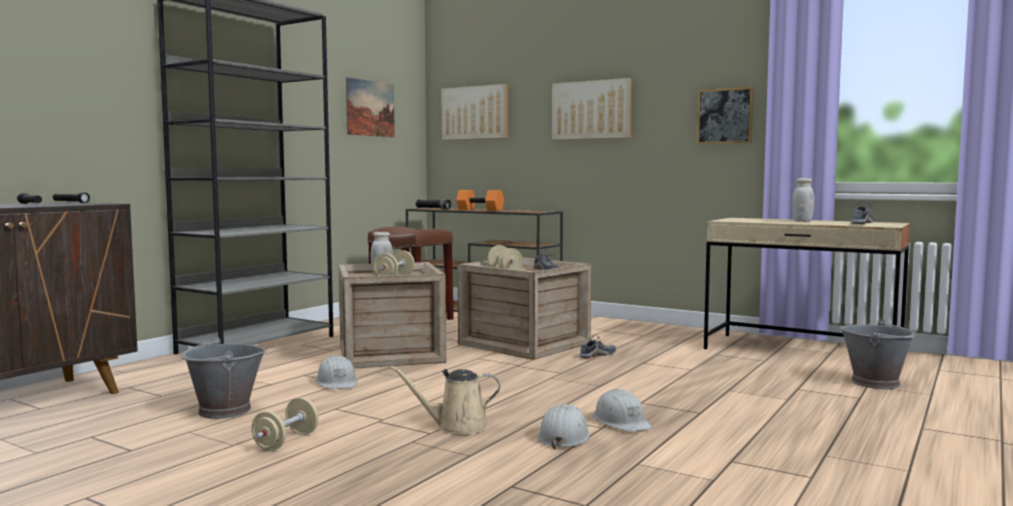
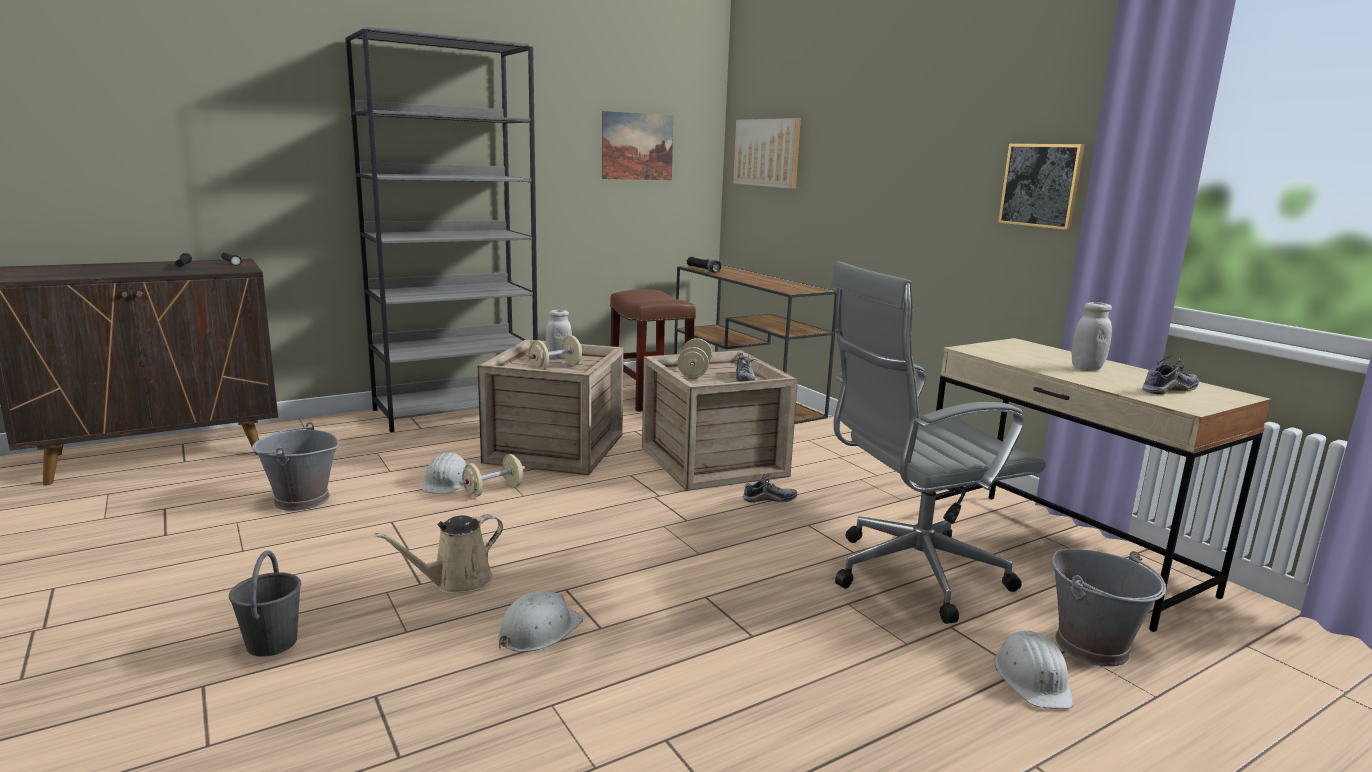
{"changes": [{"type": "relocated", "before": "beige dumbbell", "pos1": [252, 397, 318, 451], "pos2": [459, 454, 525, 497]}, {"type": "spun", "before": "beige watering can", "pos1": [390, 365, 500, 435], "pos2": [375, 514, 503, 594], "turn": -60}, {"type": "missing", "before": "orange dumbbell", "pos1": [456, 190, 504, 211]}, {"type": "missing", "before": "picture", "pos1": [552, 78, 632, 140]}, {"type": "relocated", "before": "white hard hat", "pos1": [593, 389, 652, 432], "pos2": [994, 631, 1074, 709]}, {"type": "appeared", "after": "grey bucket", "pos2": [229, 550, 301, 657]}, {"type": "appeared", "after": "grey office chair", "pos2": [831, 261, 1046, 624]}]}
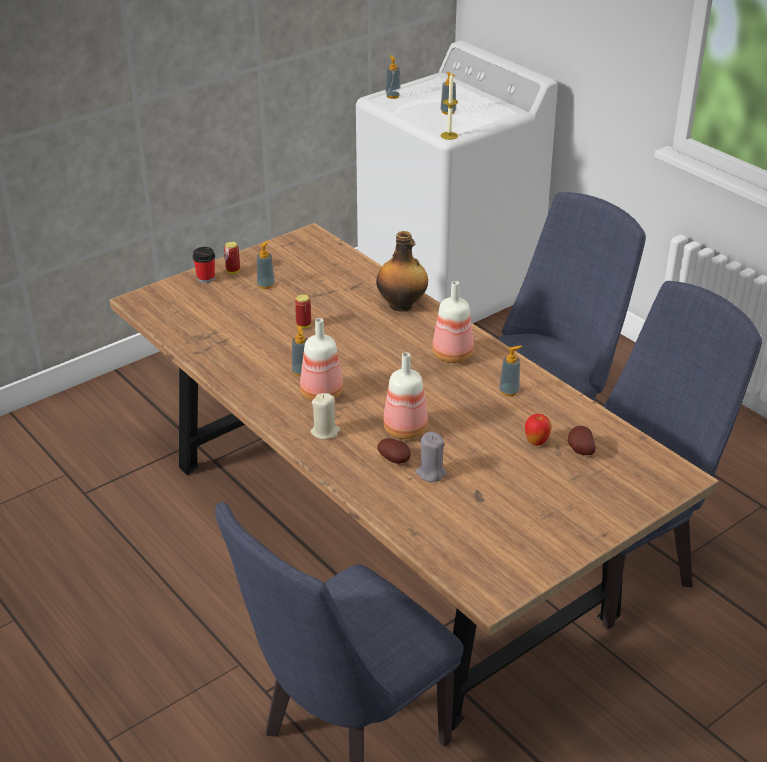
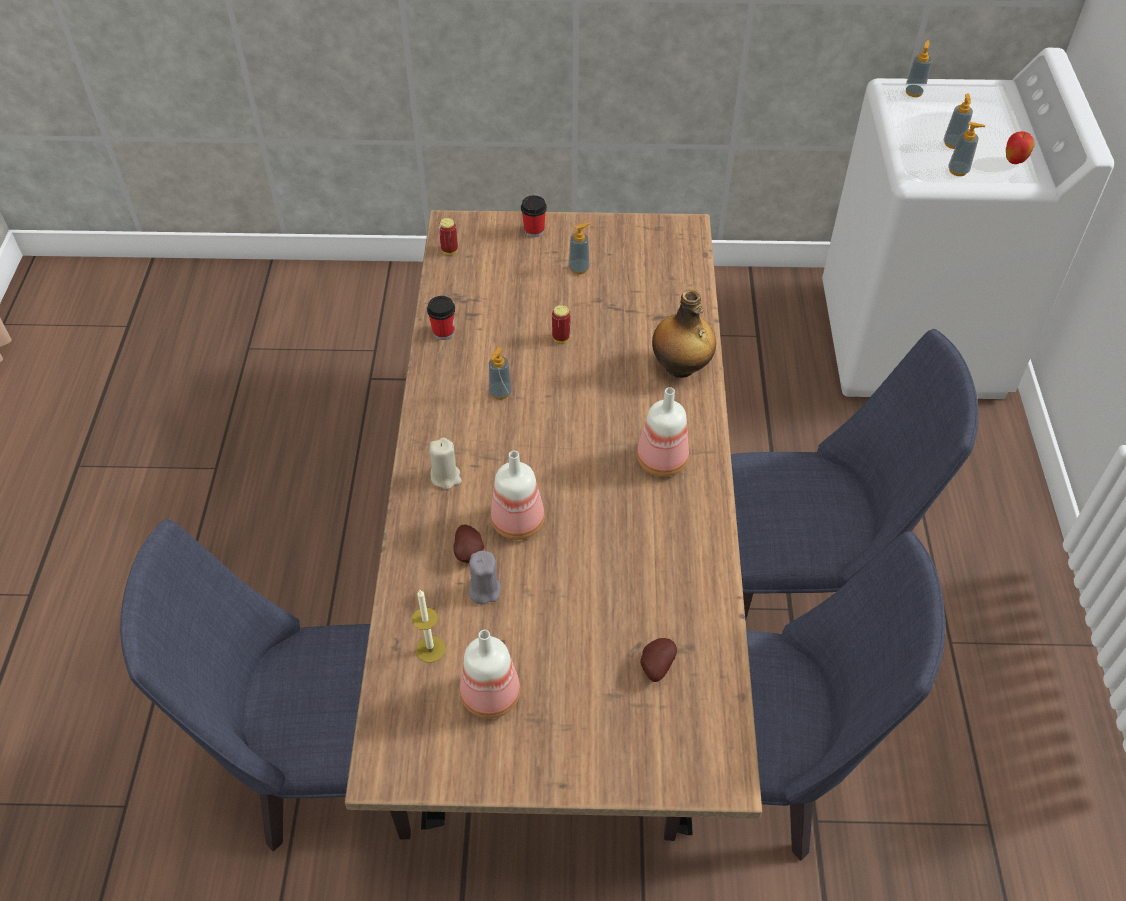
{"changes": [{"type": "relocated", "before": "can", "pos1": [224, 242, 240, 274], "pos2": [439, 218, 458, 254]}, {"type": "relocated", "before": "bottle", "pos1": [300, 318, 343, 401], "pos2": [460, 630, 520, 719]}, {"type": "relocated", "before": "candle", "pos1": [440, 72, 458, 140], "pos2": [412, 590, 446, 663]}, {"type": "relocated", "before": "soap dispenser", "pos1": [499, 346, 522, 397], "pos2": [948, 122, 985, 176]}, {"type": "relocated", "before": "apple", "pos1": [525, 414, 552, 446], "pos2": [1006, 132, 1035, 164]}, {"type": "appeared", "after": "cup", "pos2": [427, 296, 455, 340]}]}
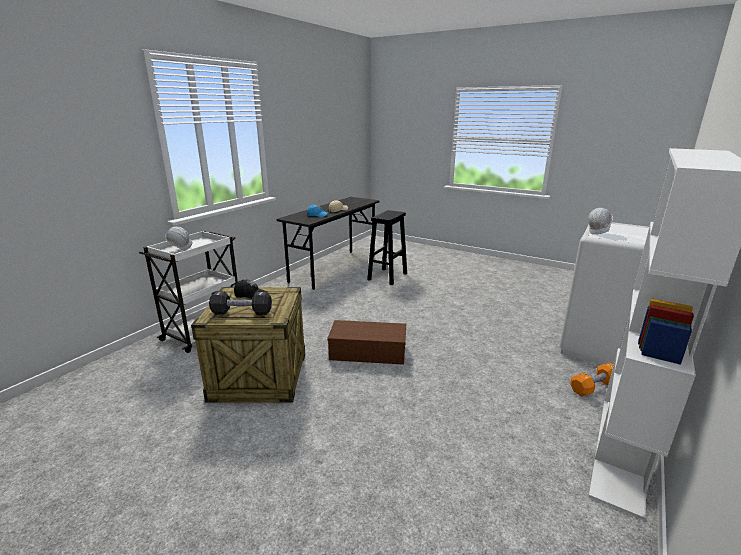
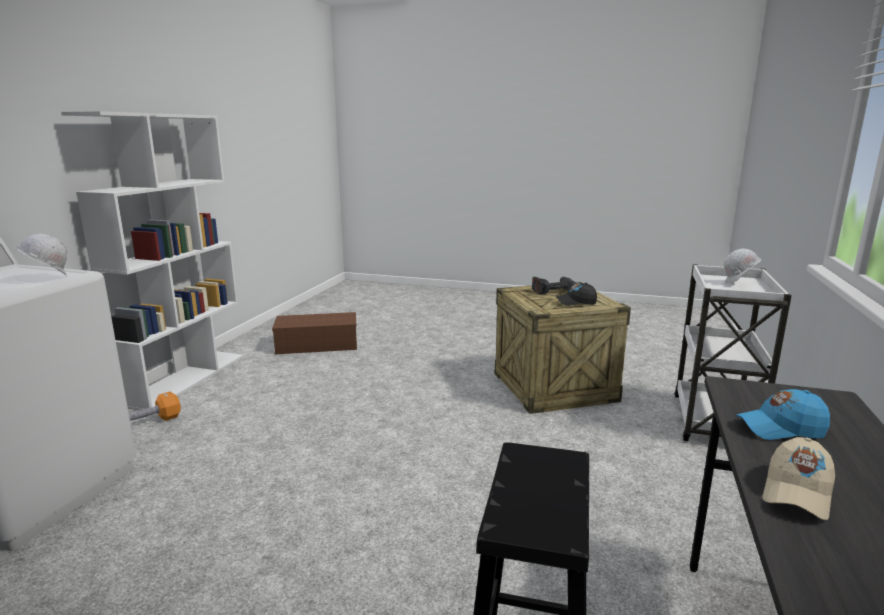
{"changes": [{"type": "exchanged", "before": "black dumbbell", "after": "power drill", "pos1": [209, 291, 272, 315], "pos2": [532, 277, 577, 295]}, {"type": "relocated", "before": "brown storage box", "pos1": [327, 320, 406, 365], "pos2": [272, 312, 357, 354]}]}
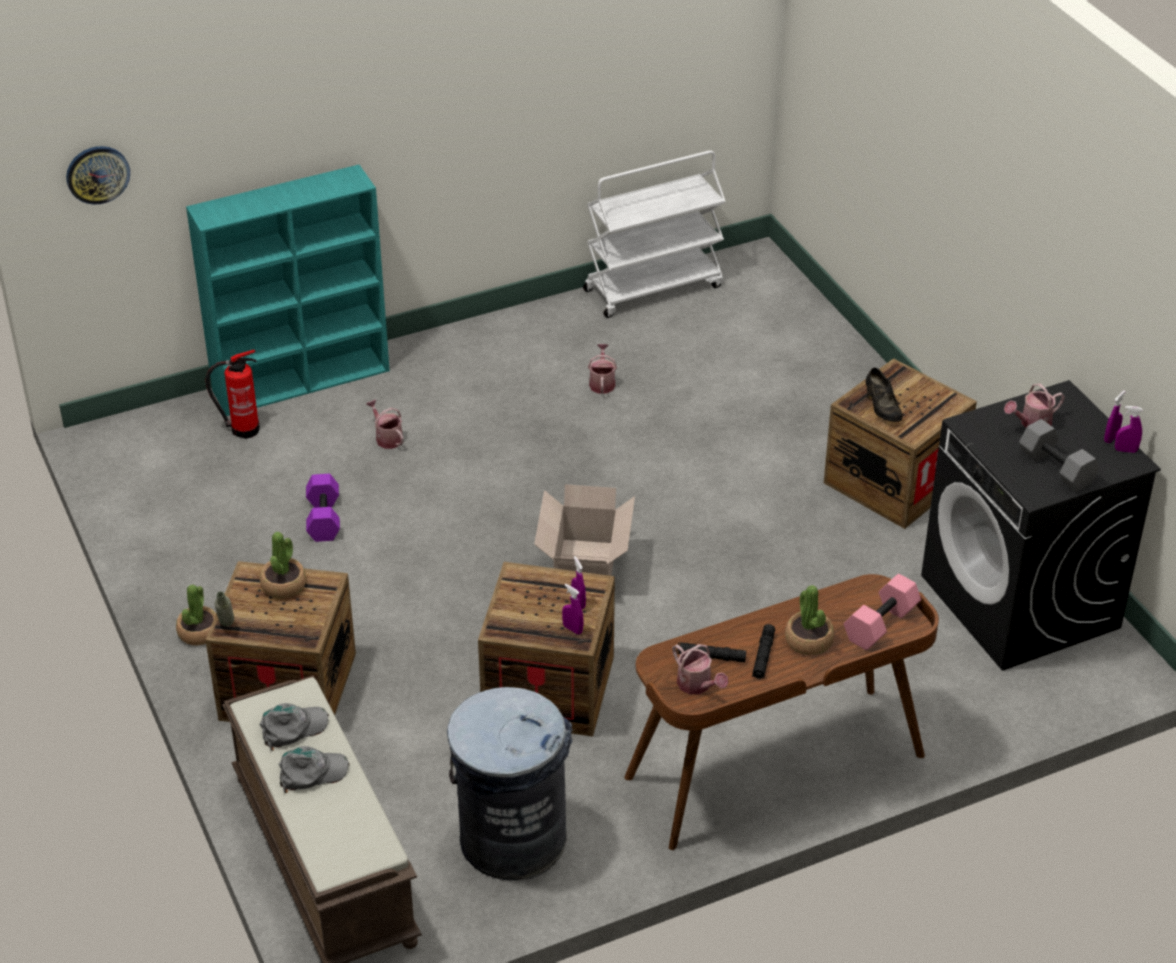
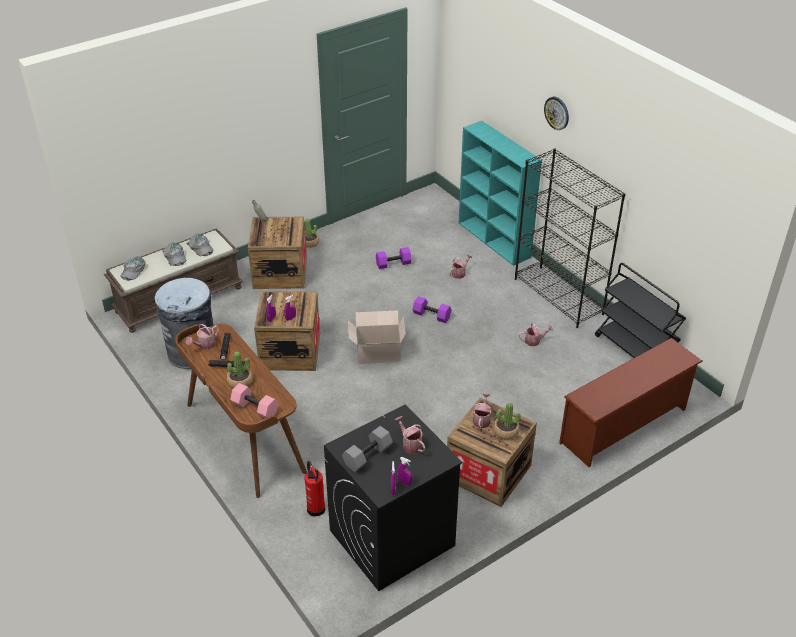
{"changes": [{"type": "relocated", "before": "wall clock", "pos1": [66, 146, 130, 205], "pos2": [544, 97, 569, 130]}, {"type": "relocated", "before": "fire extinguisher", "pos1": [206, 350, 260, 439], "pos2": [304, 461, 325, 517]}, {"type": "relocated", "before": "potted plant", "pos1": [260, 532, 306, 599], "pos2": [493, 402, 521, 440]}, {"type": "colour", "before": "white cart", "after": "black cart", "pos1": [583, 150, 726, 318], "pos2": [595, 263, 686, 358]}, {"type": "exchanged", "before": "black shoe", "after": "watering can", "pos1": [866, 368, 902, 422], "pos2": [473, 393, 492, 429]}, {"type": "appeared", "after": "grey cap", "pos2": [120, 256, 146, 281]}, {"type": "appeared", "after": "purple dumbbell", "pos2": [413, 296, 451, 323]}, {"type": "appeared", "after": "black bookcase", "pos2": [515, 149, 625, 328]}, {"type": "appeared", "after": "brown shoe rack", "pos2": [559, 338, 703, 467]}]}
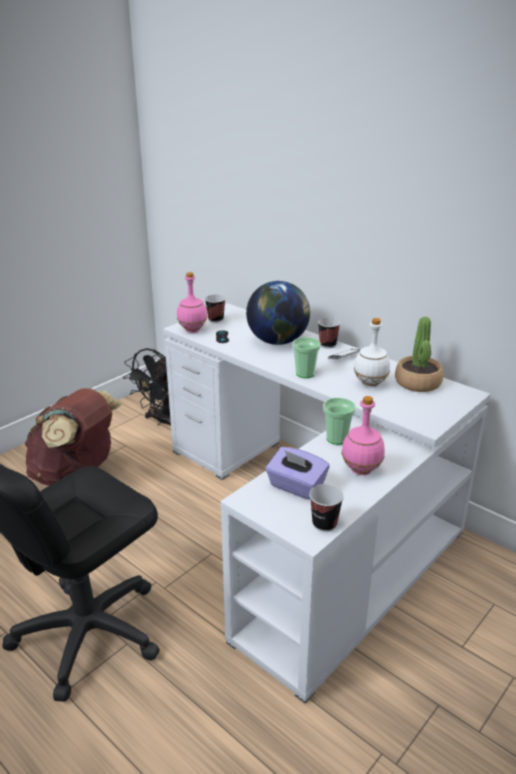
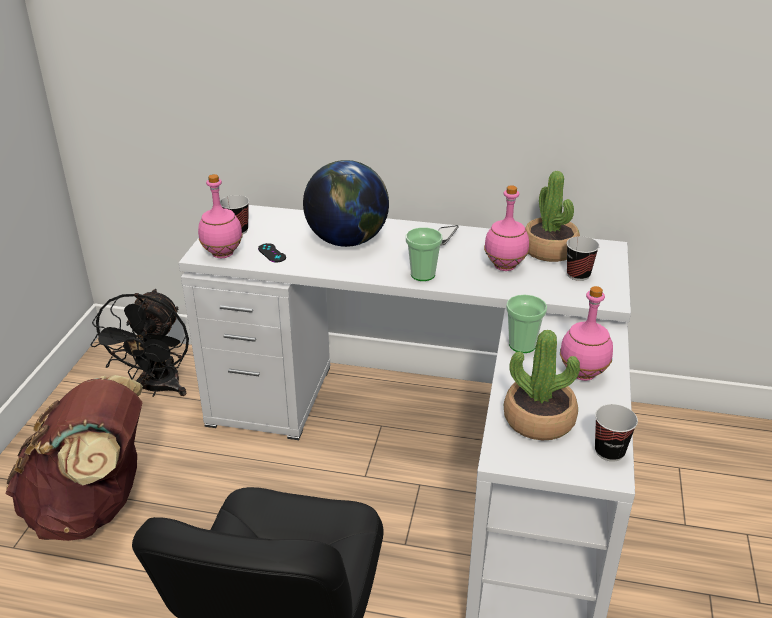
{"changes": [{"type": "exchanged", "before": "purple tissue box", "after": "potted plant", "pos1": [265, 447, 329, 500], "pos2": [504, 329, 580, 440]}, {"type": "relocated", "before": "cup", "pos1": [318, 318, 341, 348], "pos2": [567, 236, 600, 281]}, {"type": "colour", "before": "white bottle", "after": "pink bottle", "pos1": [354, 318, 390, 388], "pos2": [484, 185, 529, 271]}]}
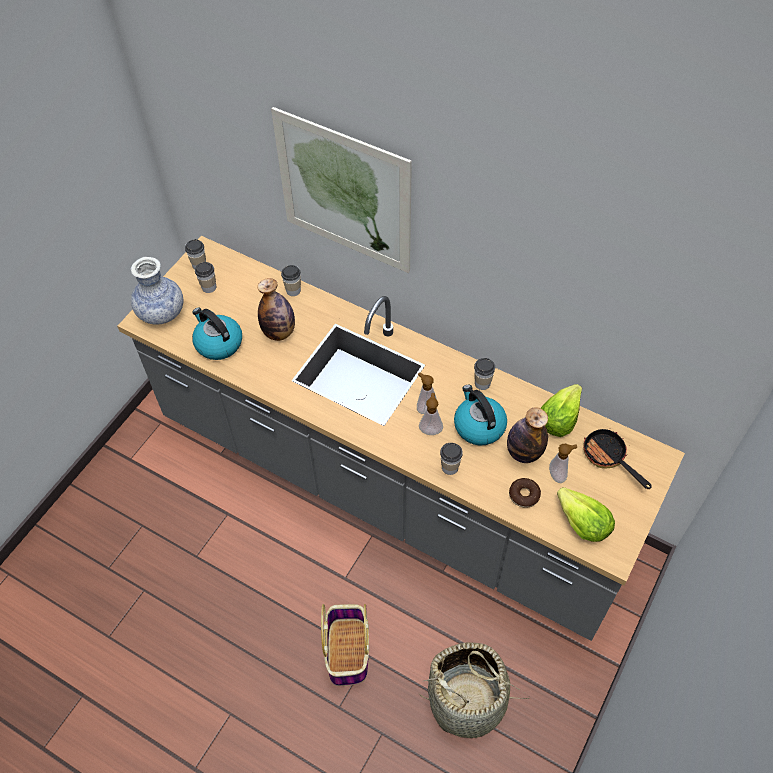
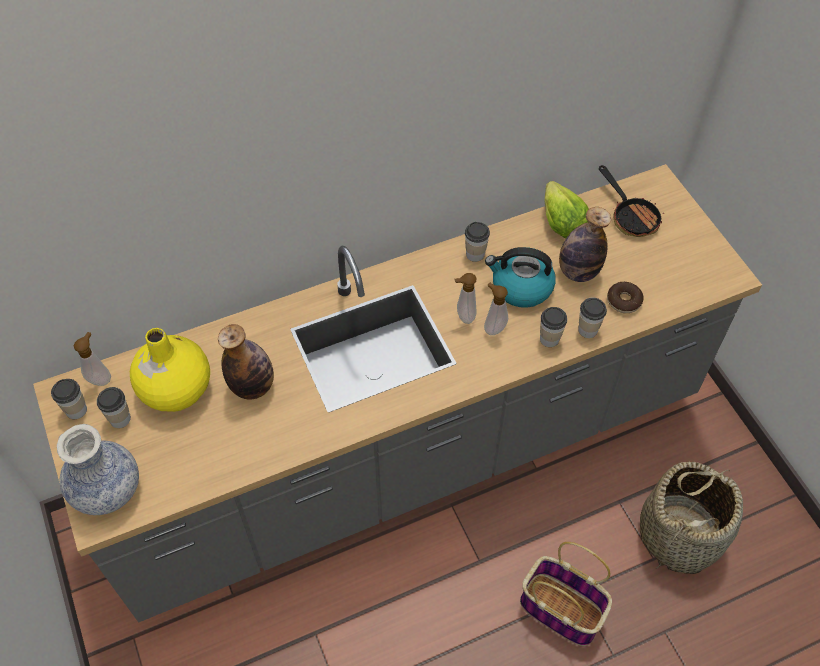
{"changes": [{"type": "missing", "before": "kettle", "pos1": [192, 307, 242, 360]}, {"type": "missing", "before": "picture", "pos1": [271, 107, 412, 273]}, {"type": "relocated", "before": "cup", "pos1": [281, 265, 301, 296], "pos2": [578, 298, 607, 338]}, {"type": "relocated", "before": "soap dispenser", "pos1": [549, 444, 577, 483], "pos2": [74, 332, 111, 386]}, {"type": "missing", "before": "lettuce", "pos1": [557, 487, 615, 542]}, {"type": "spun", "before": "frying pan", "pos1": [583, 429, 652, 489], "pos2": [599, 165, 664, 237], "turn": -120}, {"type": "appeared", "after": "yellow vase", "pos2": [130, 328, 210, 412]}]}
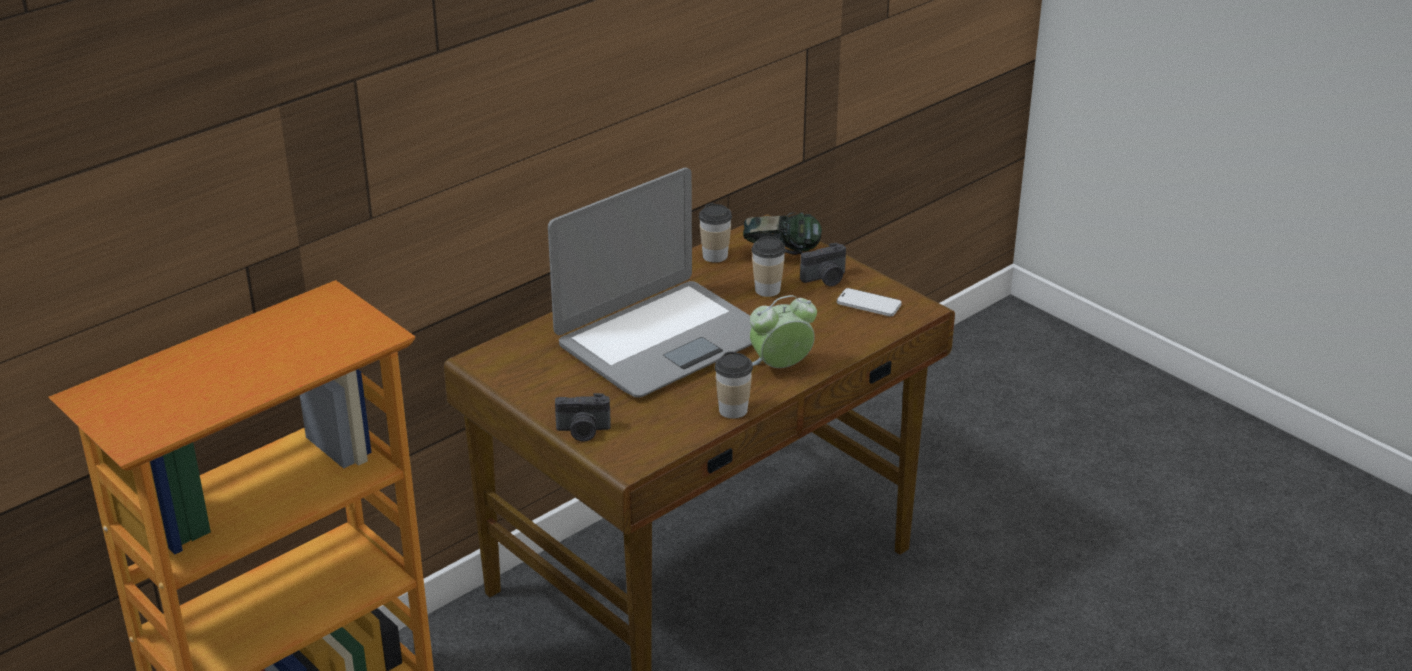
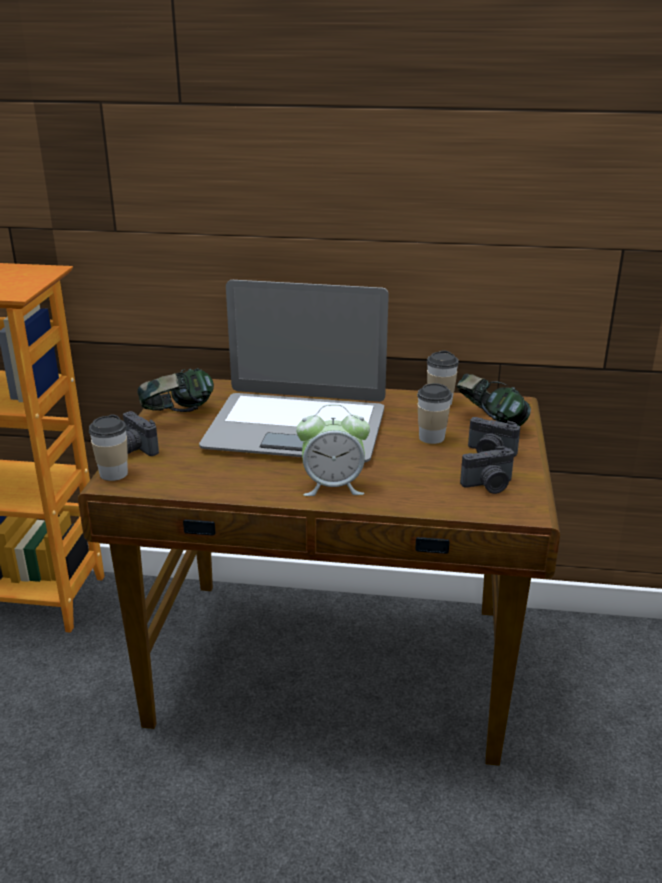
{"changes": [{"type": "relocated", "before": "cup", "pos1": [715, 351, 753, 419], "pos2": [89, 414, 128, 481]}, {"type": "spun", "before": "alarm clock", "pos1": [750, 295, 817, 368], "pos2": [296, 404, 370, 496], "turn": 150}, {"type": "exchanged", "before": "phone", "after": "photo camera", "pos1": [837, 288, 902, 316], "pos2": [460, 446, 514, 494]}, {"type": "appeared", "after": "headphones", "pos2": [138, 368, 214, 412]}]}
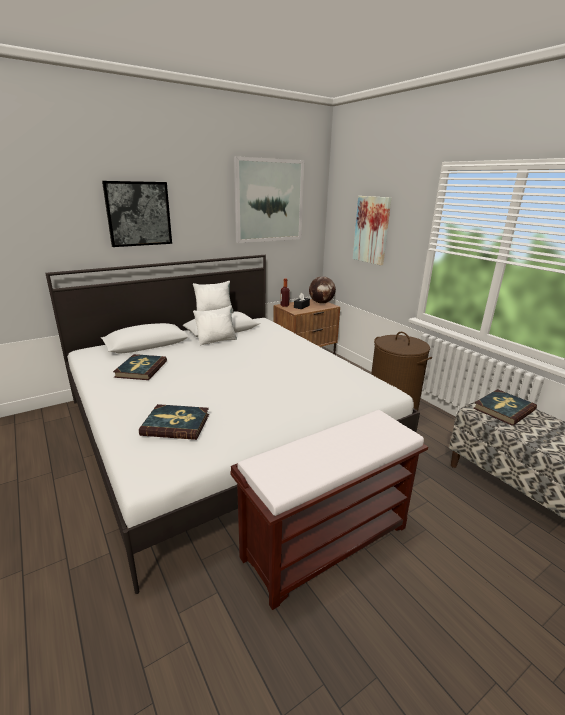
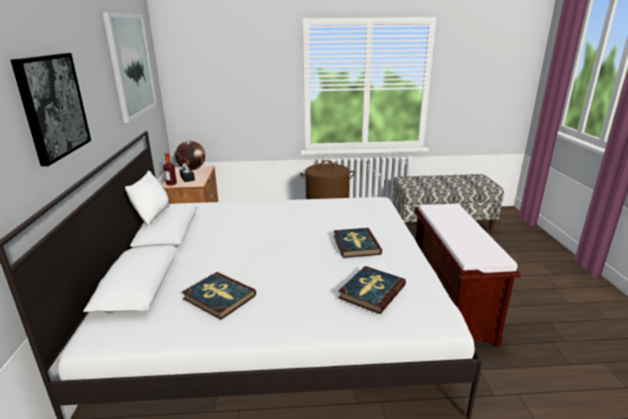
{"changes": [{"type": "missing", "before": "white pillow", "pos1": [193, 305, 237, 345]}, {"type": "missing", "before": "picture", "pos1": [353, 196, 391, 265]}, {"type": "relocated", "before": "book", "pos1": [473, 389, 537, 426], "pos2": [334, 228, 382, 258]}]}
